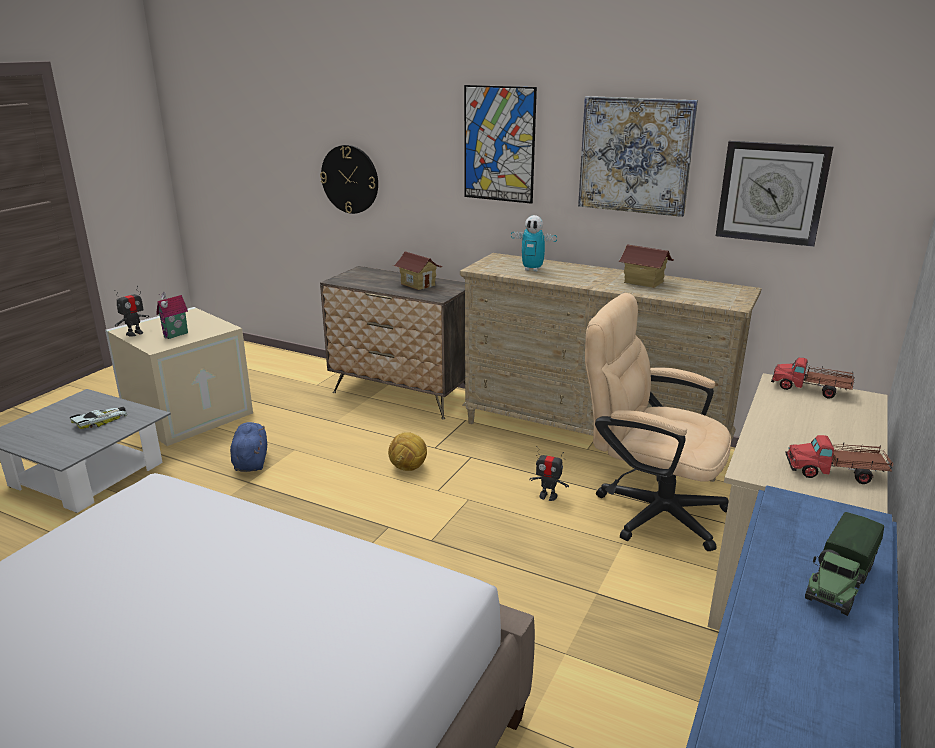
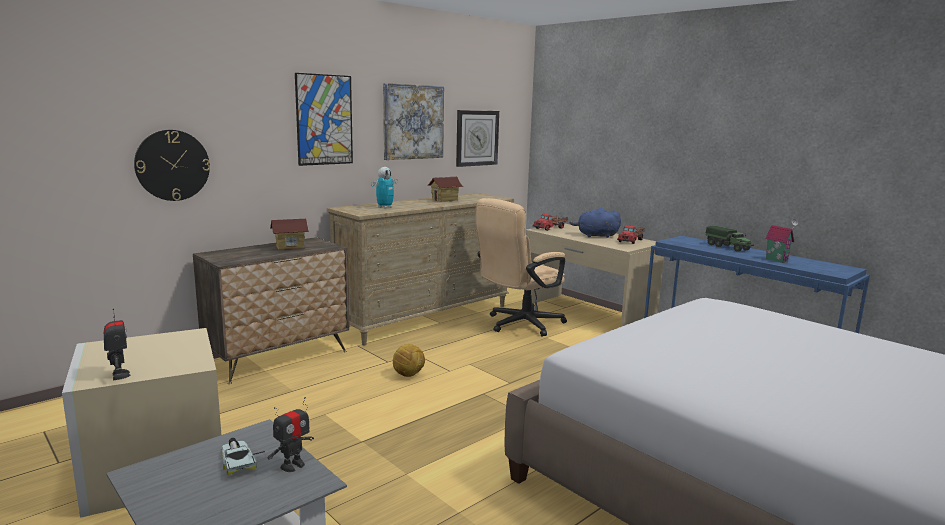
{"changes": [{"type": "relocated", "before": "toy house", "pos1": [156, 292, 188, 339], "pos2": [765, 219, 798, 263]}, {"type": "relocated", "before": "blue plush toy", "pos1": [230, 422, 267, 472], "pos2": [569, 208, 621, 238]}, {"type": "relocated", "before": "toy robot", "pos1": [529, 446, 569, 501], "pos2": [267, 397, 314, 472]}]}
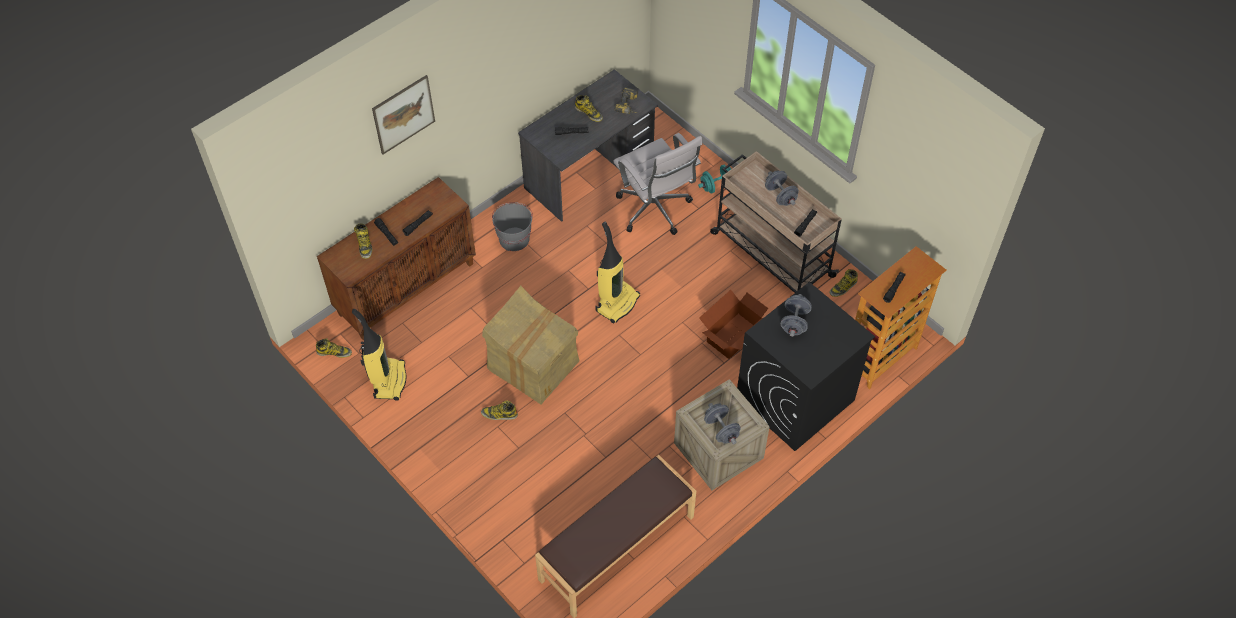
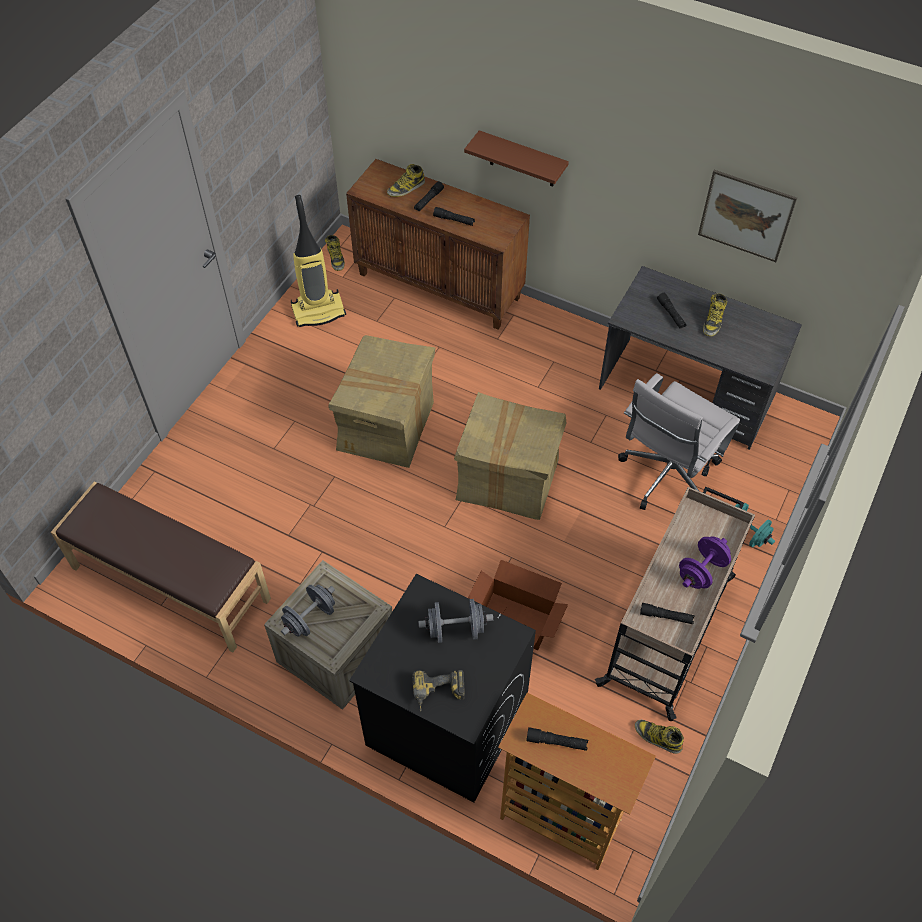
{"changes": [{"type": "relocated", "before": "picture", "pos1": [372, 75, 435, 154], "pos2": [698, 170, 797, 262]}, {"type": "missing", "before": "boot", "pos1": [481, 401, 518, 420]}, {"type": "missing", "before": "grey bucket", "pos1": [492, 202, 533, 251]}, {"type": "exchanged", "before": "vacuum cleaner", "after": "cardboard box", "pos1": [596, 221, 640, 323], "pos2": [454, 392, 567, 520]}, {"type": "relocated", "before": "power drill", "pos1": [614, 87, 638, 114], "pos2": [412, 670, 465, 711]}, {"type": "colour", "before": "grey dumbbell", "after": "purple dumbbell", "pos1": [765, 171, 799, 206], "pos2": [679, 536, 731, 589]}, {"type": "appeared", "after": "brown shelf", "pos2": [464, 130, 569, 187]}]}
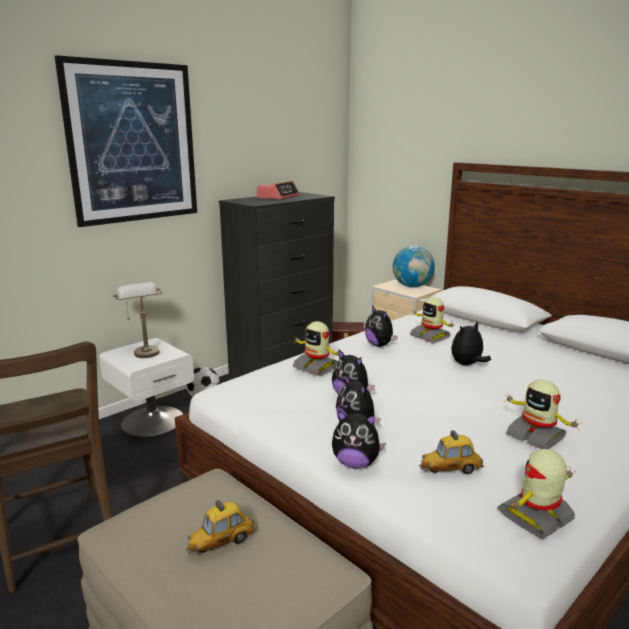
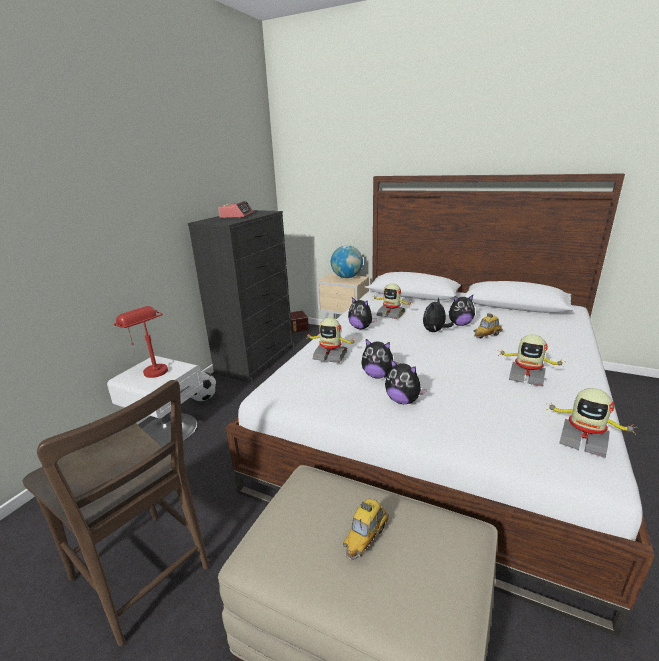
{"changes": [{"type": "missing", "before": "picture", "pos1": [55, 55, 197, 227]}, {"type": "colour", "before": "grey table lamp", "after": "red table lamp", "pos1": [113, 282, 163, 358], "pos2": [114, 306, 168, 378]}, {"type": "relocated", "before": "plush toy", "pos1": [332, 410, 386, 469], "pos2": [449, 295, 475, 326]}, {"type": "relocated", "before": "toy car", "pos1": [420, 430, 484, 474], "pos2": [474, 313, 503, 338]}, {"type": "spun", "before": "toy robot", "pos1": [497, 449, 576, 539], "pos2": [546, 388, 638, 458], "turn": -90}]}
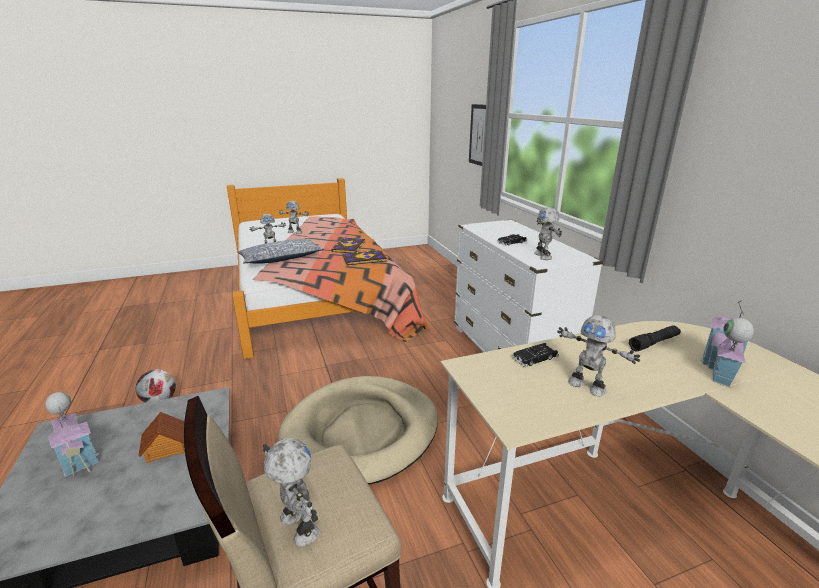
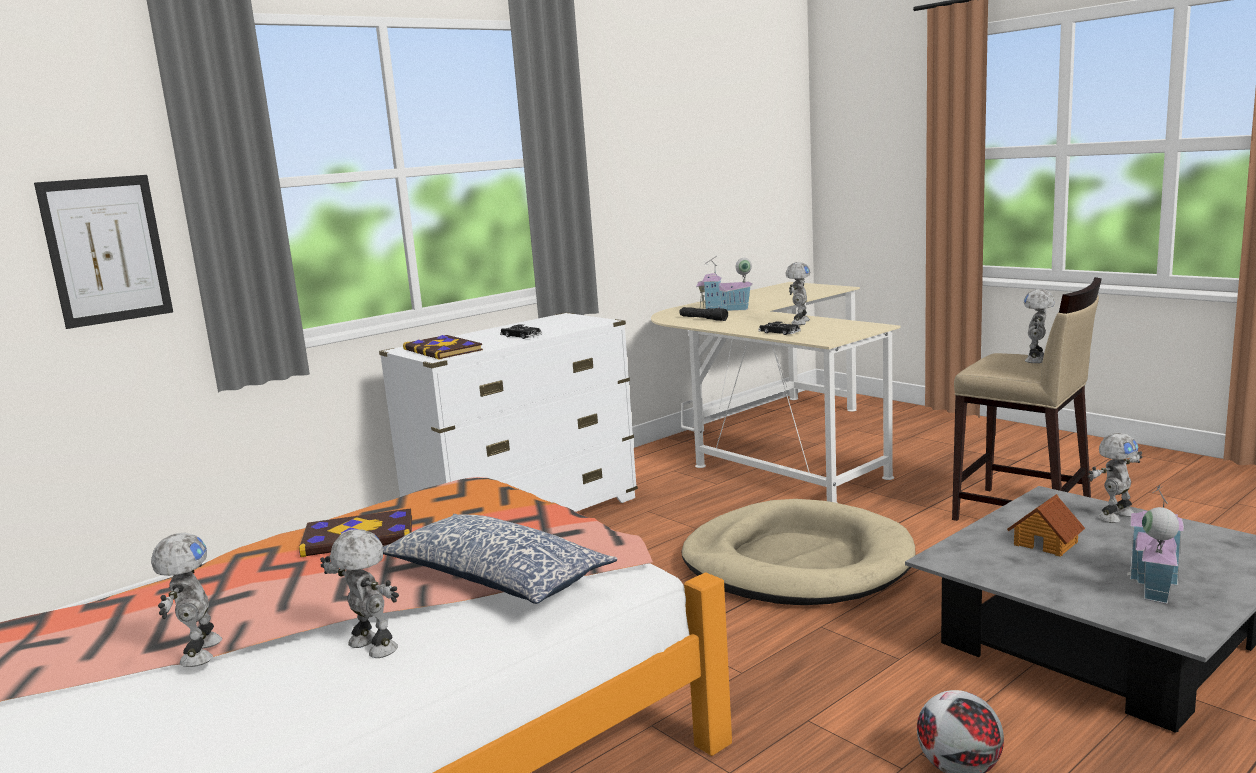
{"changes": [{"type": "relocated", "before": "book", "pos1": [343, 250, 387, 266], "pos2": [403, 335, 483, 360]}, {"type": "relocated", "before": "toy robot", "pos1": [534, 207, 562, 260], "pos2": [1087, 433, 1142, 523]}]}
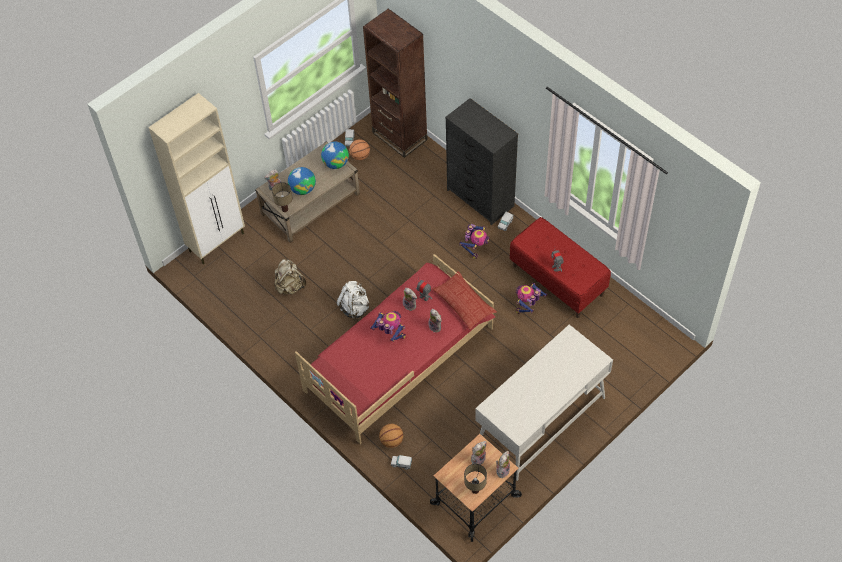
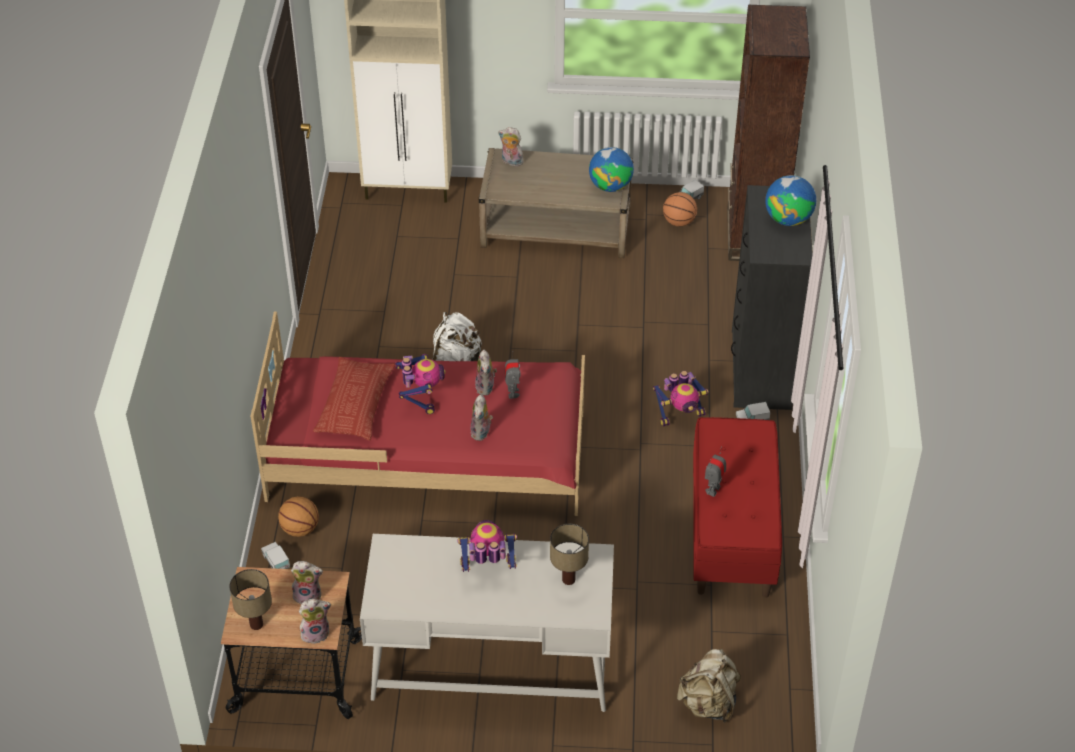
{"changes": [{"type": "relocated", "before": "table lamp", "pos1": [272, 182, 292, 212], "pos2": [550, 524, 589, 585]}, {"type": "relocated", "before": "beige backpack", "pos1": [274, 259, 306, 295], "pos2": [677, 649, 741, 723]}, {"type": "relocated", "before": "globe", "pos1": [288, 167, 316, 195], "pos2": [765, 175, 816, 226]}, {"type": "relocated", "before": "pillow", "pos1": [432, 271, 497, 329], "pos2": [313, 357, 395, 441]}, {"type": "relocated", "before": "toy robot", "pos1": [515, 283, 547, 314], "pos2": [457, 520, 517, 572]}]}
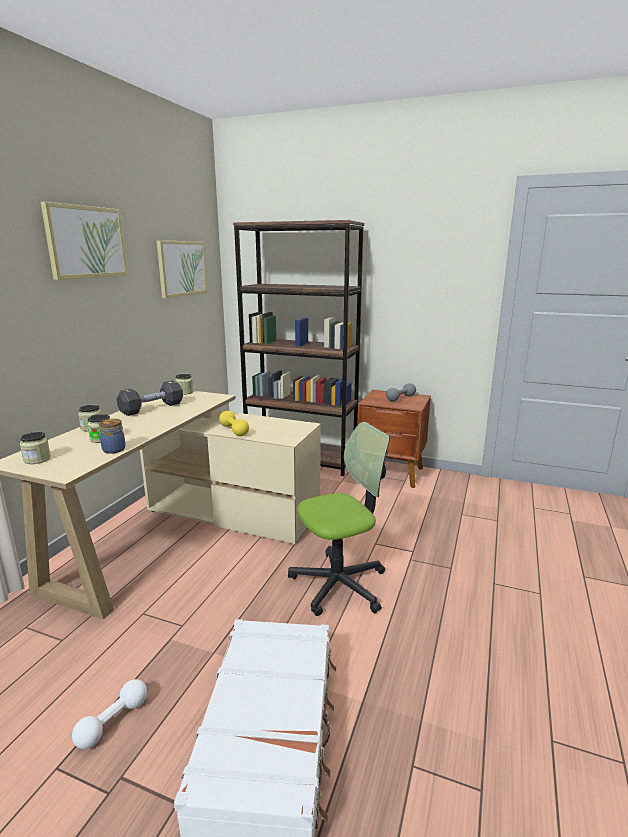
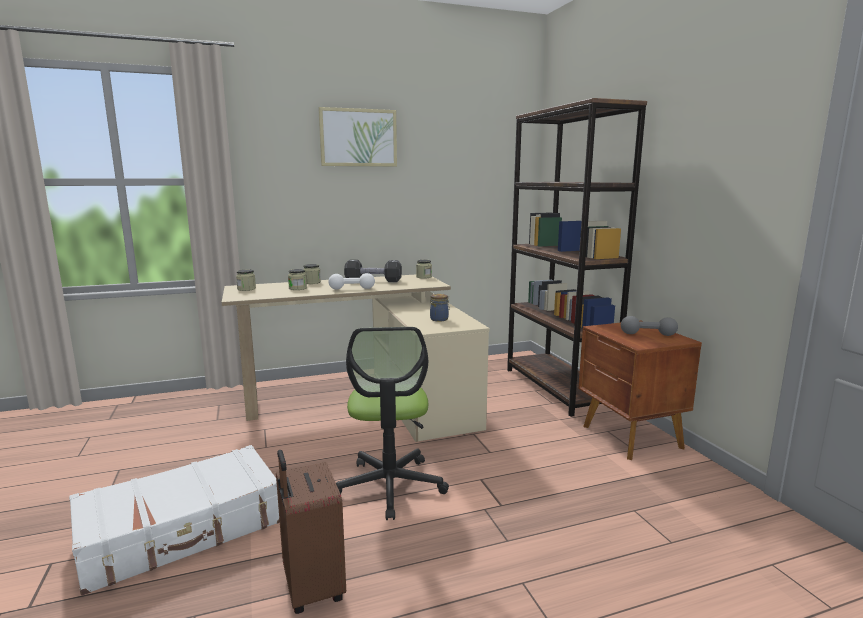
{"changes": [{"type": "relocated", "before": "white dumbbell", "pos1": [72, 679, 147, 749], "pos2": [328, 273, 375, 290]}, {"type": "relocated", "before": "jar", "pos1": [99, 419, 126, 454], "pos2": [430, 294, 449, 322]}, {"type": "missing", "before": "picture", "pos1": [157, 240, 208, 298]}, {"type": "missing", "before": "yellow dumbbell", "pos1": [219, 411, 249, 436]}, {"type": "spun", "before": "office chair", "pos1": [288, 422, 390, 616], "pos2": [336, 327, 449, 520], "turn": 60}, {"type": "appeared", "after": "brown suitcase", "pos2": [276, 450, 346, 614]}]}
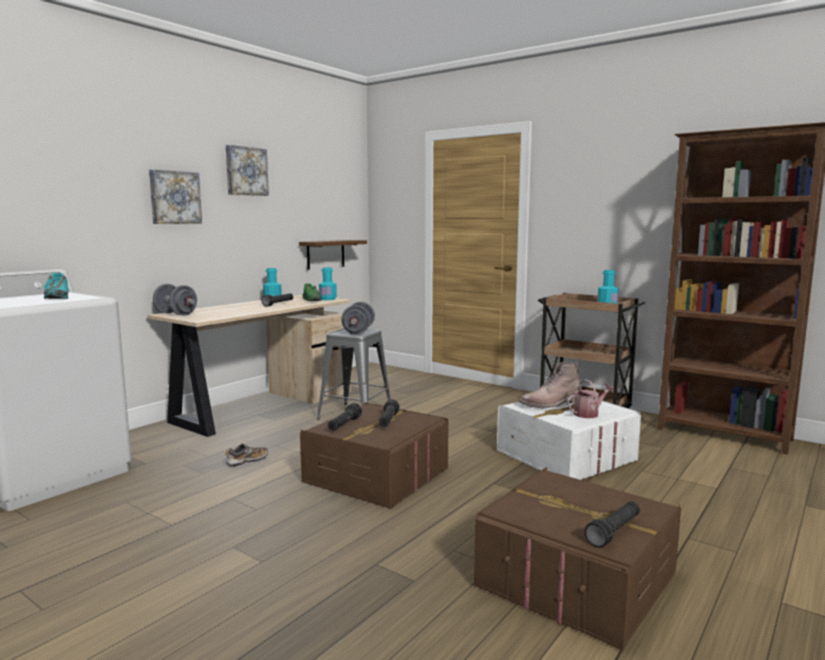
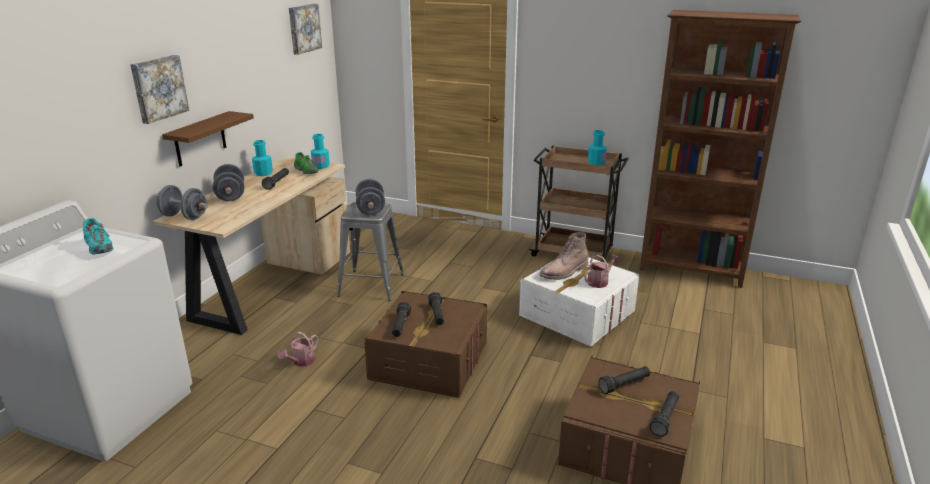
{"changes": [{"type": "relocated", "before": "picture", "pos1": [226, 145, 269, 196], "pos2": [289, 4, 322, 55]}, {"type": "exchanged", "before": "shoe", "after": "watering can", "pos1": [226, 443, 268, 467], "pos2": [278, 332, 318, 367]}, {"type": "relocated", "before": "brown shelf", "pos1": [299, 240, 367, 270], "pos2": [162, 111, 254, 167]}, {"type": "appeared", "after": "grey dumbbell", "pos2": [213, 164, 244, 201]}, {"type": "appeared", "after": "black flashlight", "pos2": [598, 366, 650, 394]}]}
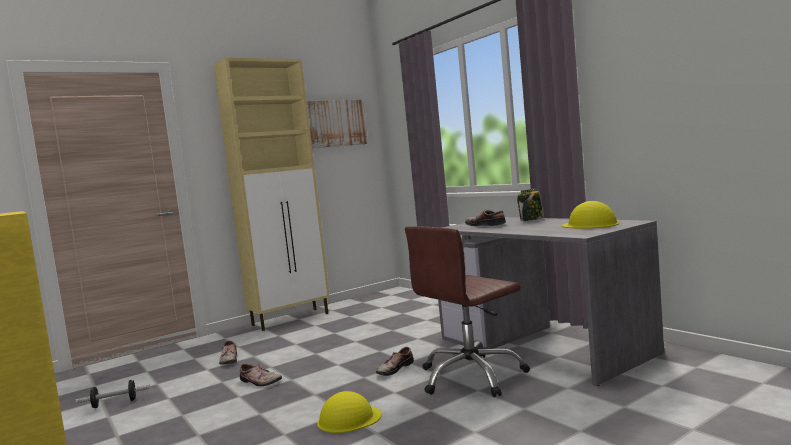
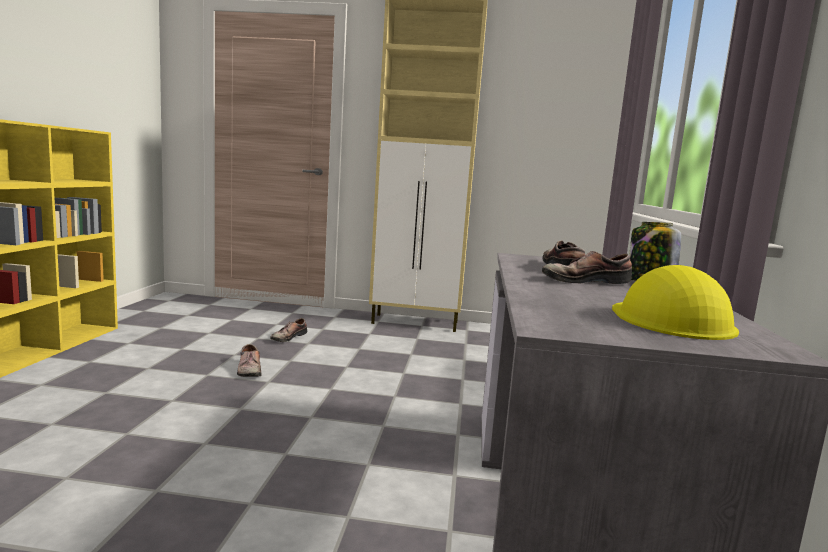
{"changes": [{"type": "missing", "before": "dumbbell", "pos1": [76, 380, 150, 408]}, {"type": "missing", "before": "picture", "pos1": [307, 100, 368, 148]}, {"type": "missing", "before": "yellow hard hat", "pos1": [317, 391, 382, 433]}, {"type": "relocated", "before": "shoe", "pos1": [376, 347, 414, 376], "pos2": [542, 251, 632, 284]}, {"type": "missing", "before": "brown office chair", "pos1": [405, 226, 530, 397]}]}
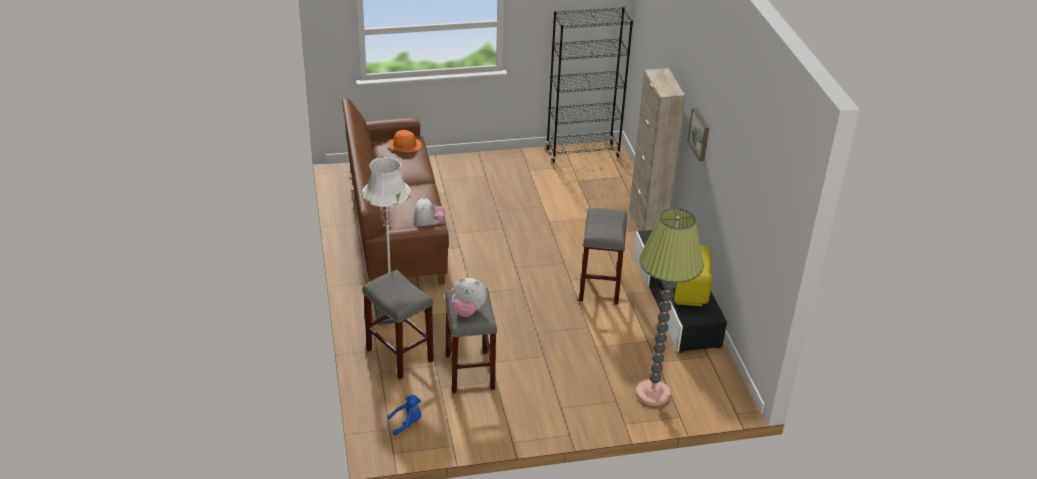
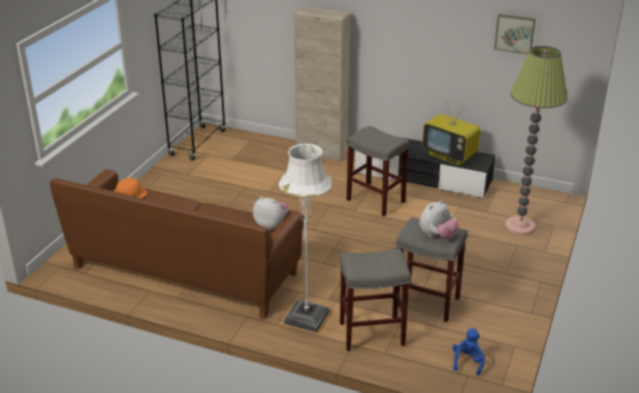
{"changes": [{"type": "relocated", "before": "picture", "pos1": [688, 108, 709, 162], "pos2": [494, 14, 536, 54]}]}
